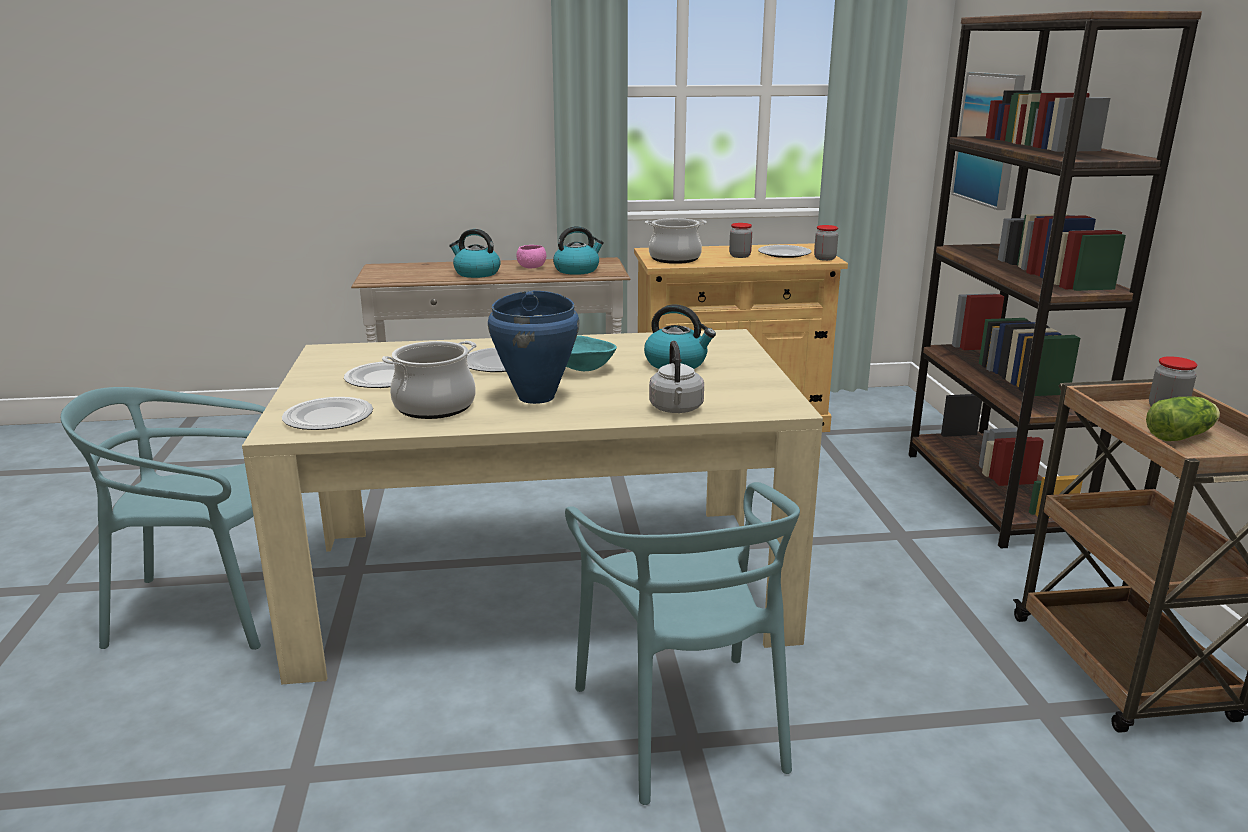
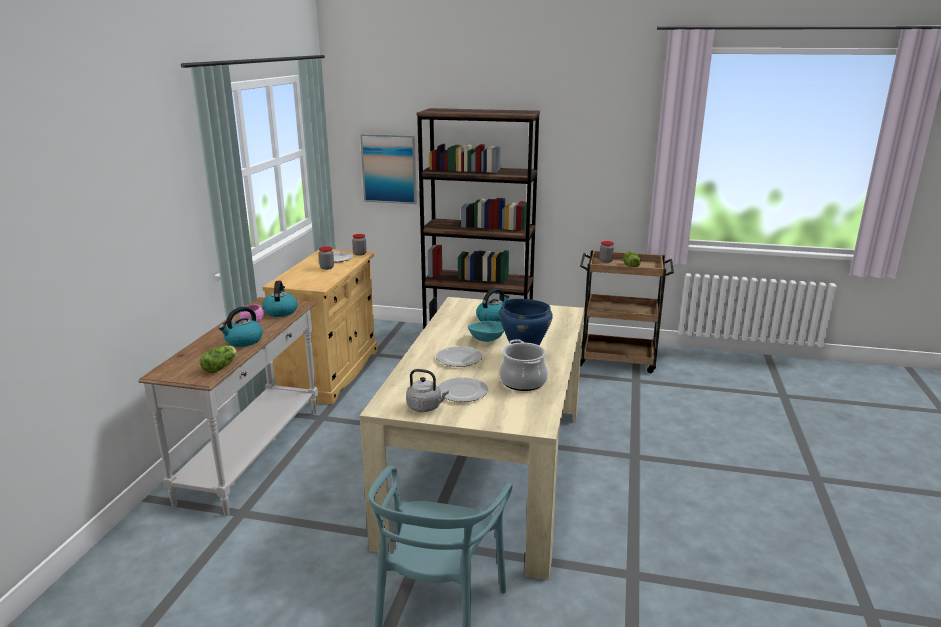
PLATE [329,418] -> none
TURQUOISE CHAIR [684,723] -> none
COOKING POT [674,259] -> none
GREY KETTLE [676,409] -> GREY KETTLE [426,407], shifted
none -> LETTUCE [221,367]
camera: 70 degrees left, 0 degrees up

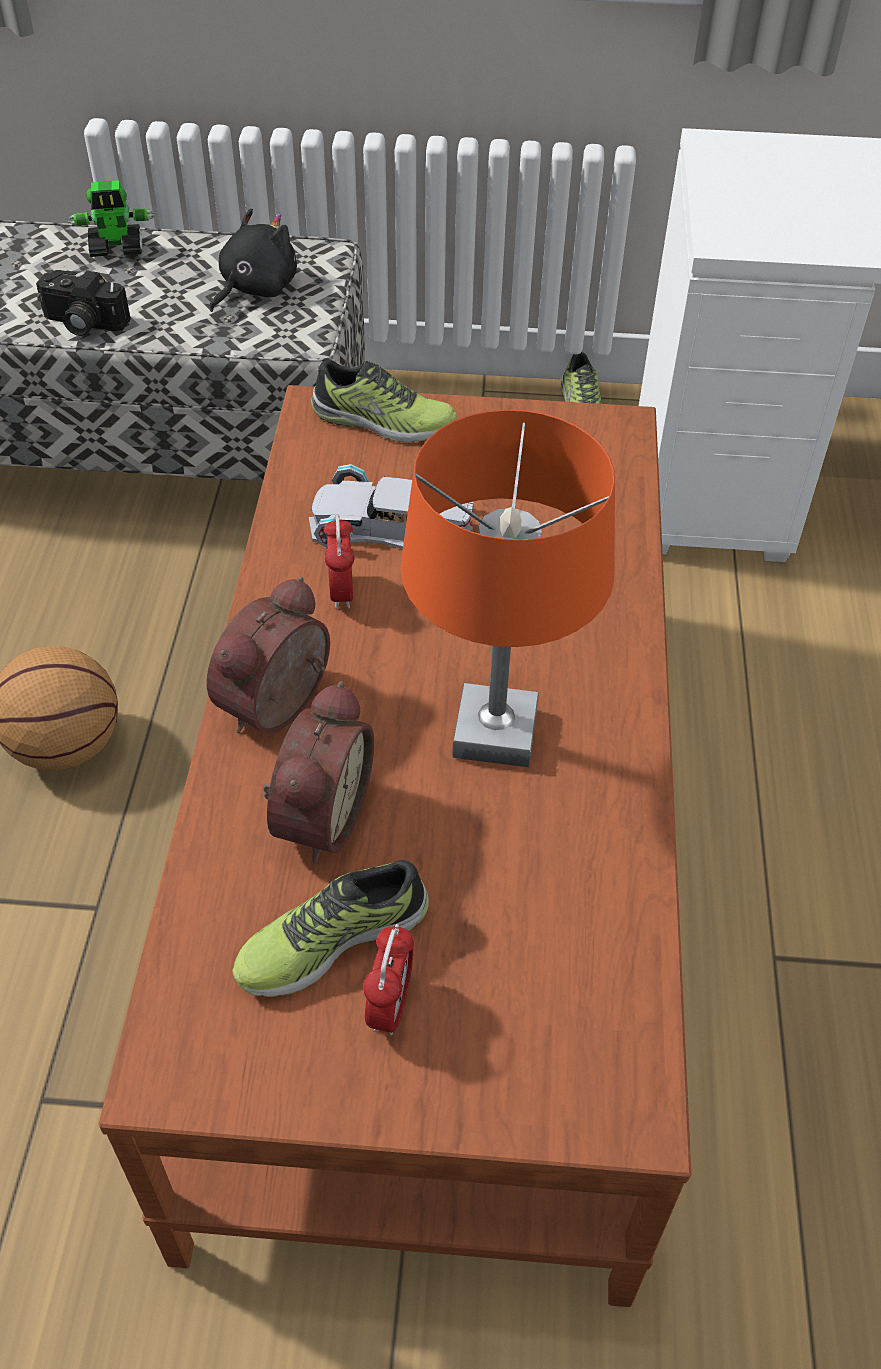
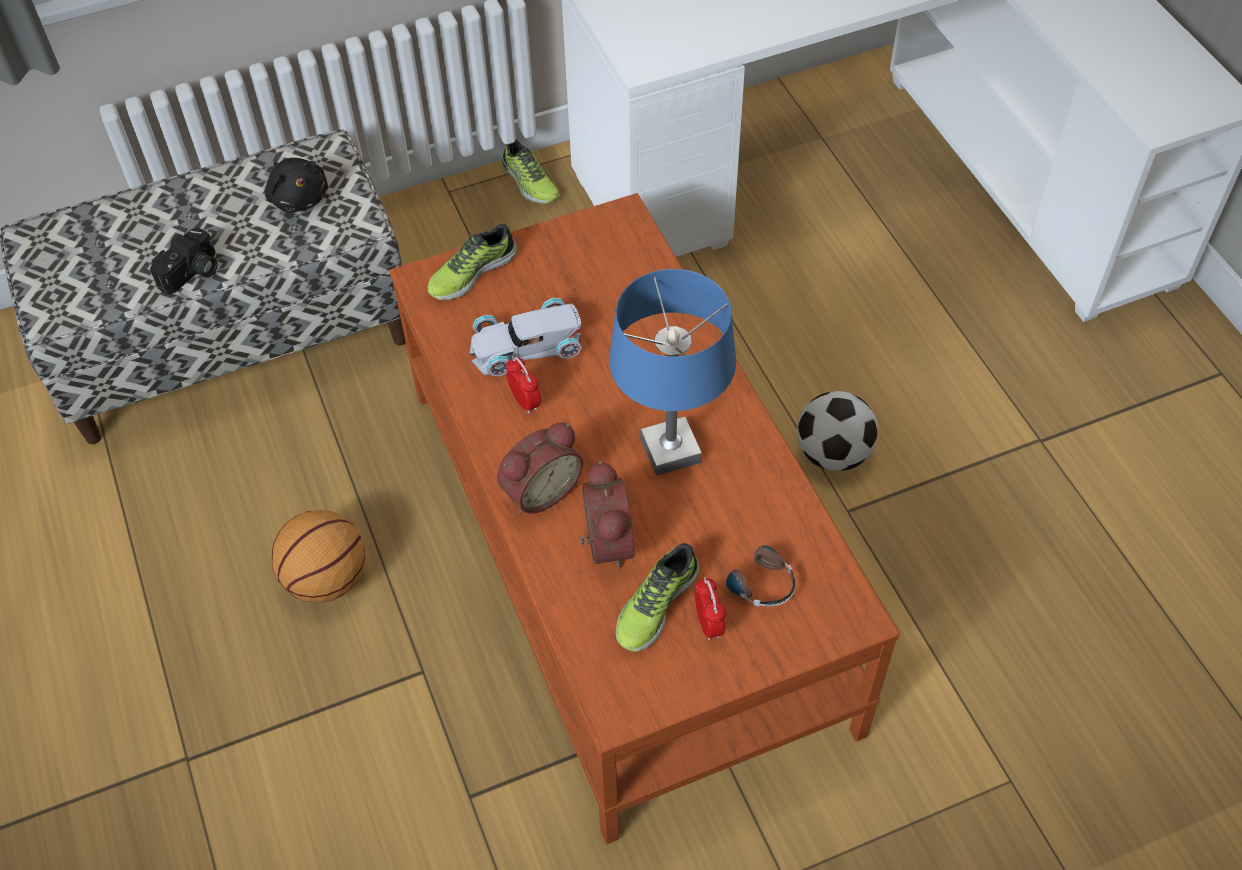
PHOTO CAMERA [82,323] -> PHOTO CAMERA [192,274], 45 degrees counterclockwise
TOY ROBOT [117,249] -> none
ALARM CLOCK [281,708] -> ALARM CLOCK [539,489], 135 degrees counterclockwise
BLACK PLUSH TOY [255,289] -> BLACK PLUSH TOY [299,197], 135 degrees clockwise
SHOE [382,421] -> SHOE [471,272], 150 degrees clockwise
ORANGE TABLE LAMP [495,734] -> BLUE TABLE LAMP [671,451]
none -> HEADPHONES [753,578]
none -> FOOTBALL [833,453]
camera: 25 degrees left, 5 degrees up

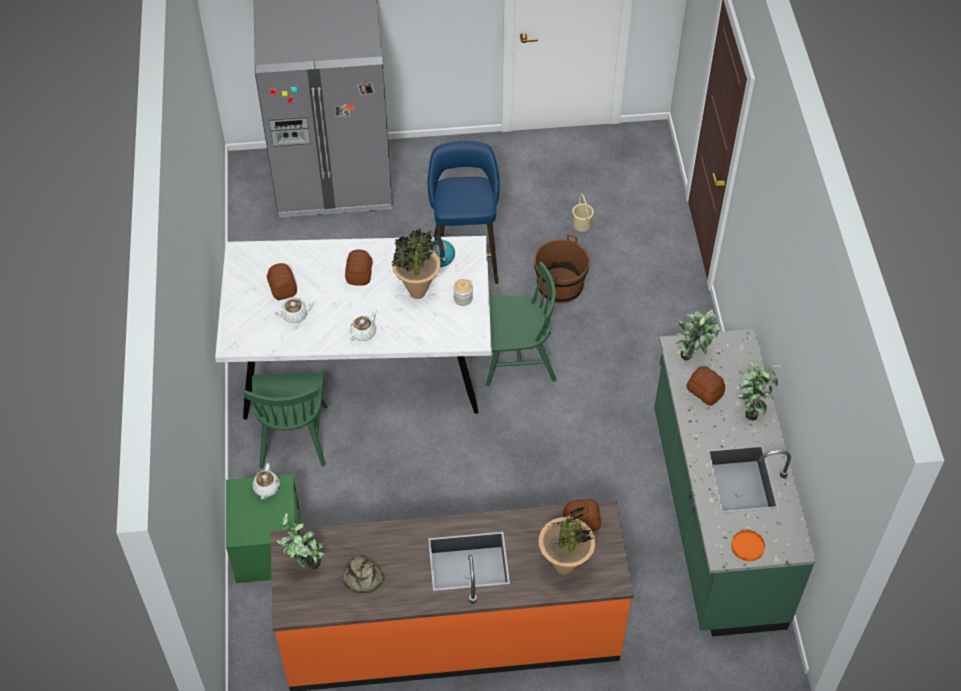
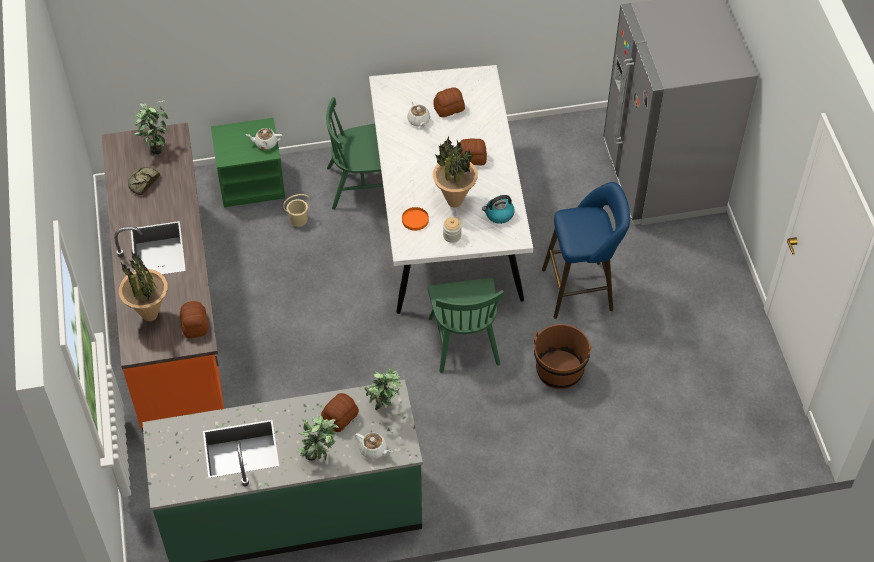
WHITE TEAPOT [364,332] -> WHITE TEAPOT [373,450], shifted
BEIGE BUCKET [582,224] -> BEIGE BUCKET [298,219], shifted
ORANGE PLATE [747,546] -> ORANGE PLATE [415,220], shifted
camera: 85 degrees right, 0 degrees up

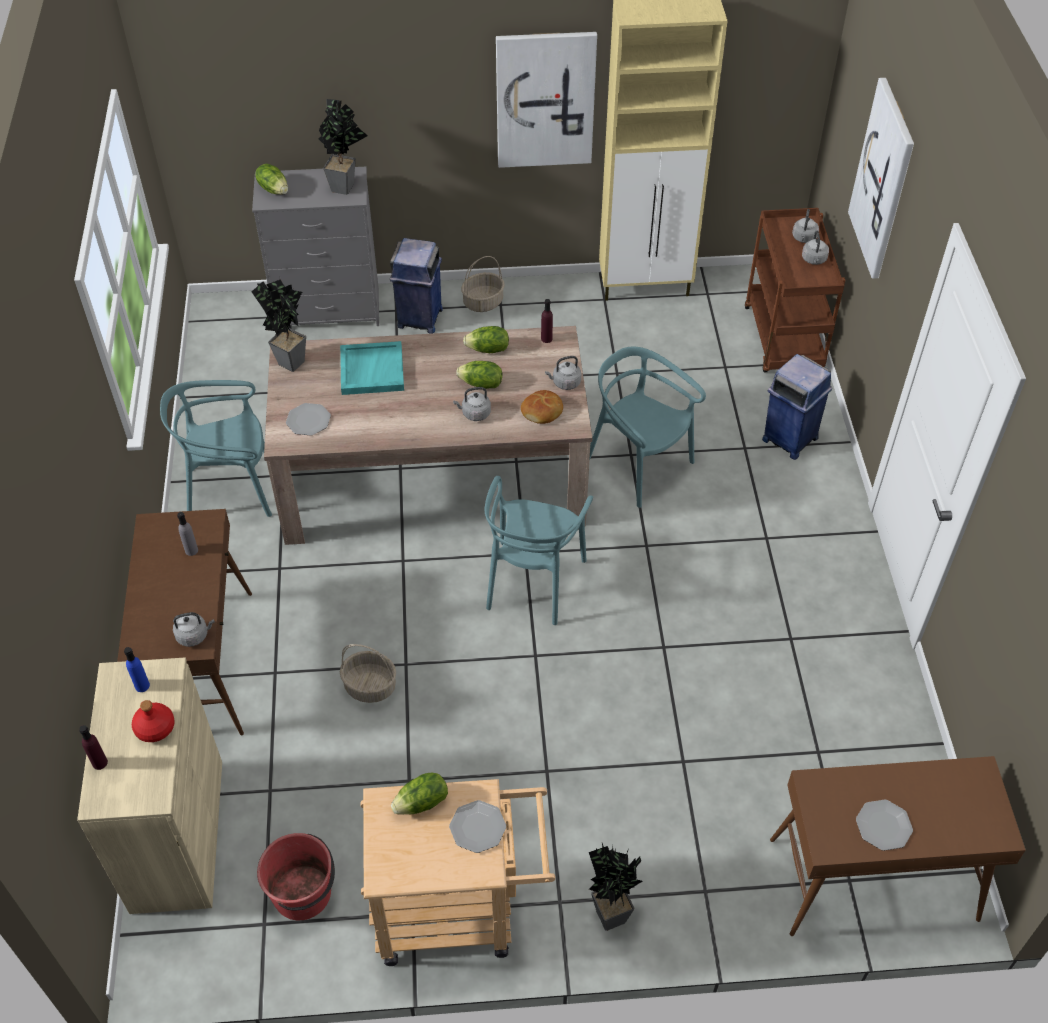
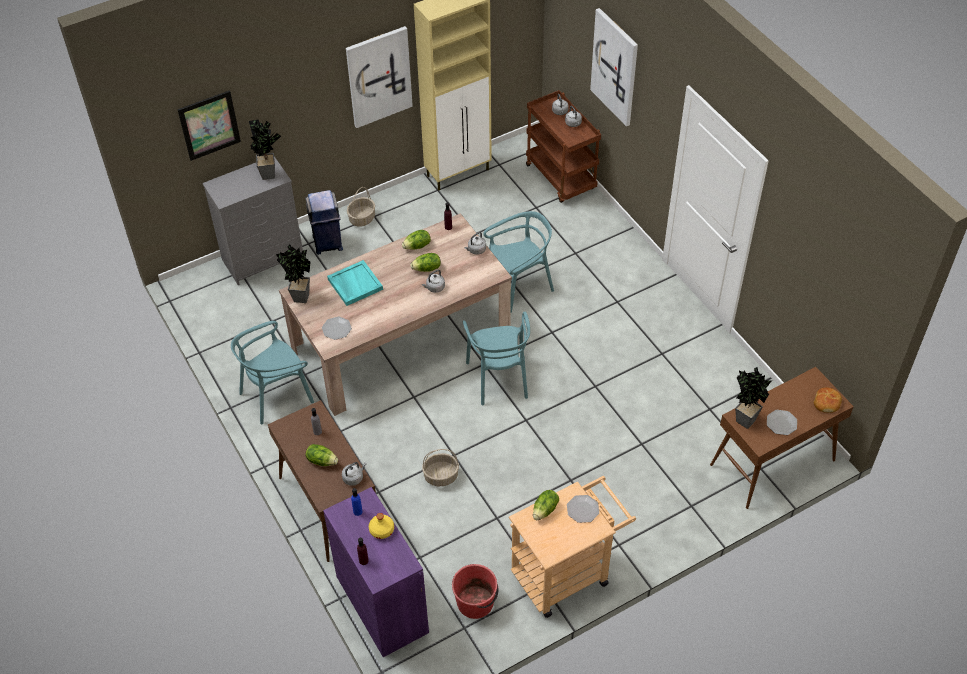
BEIGE CABINET [177,835] -> PURPLE CABINET [382,604]
RED BOTTLE [155,728] -> YELLOW BOTTLE [382,530]
LETTUCE [274,189] -> LETTUCE [322,460], shifted
BREAD [542,412] -> BREAD [827,403], shifted
TURQUOISE CHAIR [638,464] -> TURQUOISE CHAIR [519,286], 135 degrees clockwise
POTTED PLANT [611,911] -> POTTED PLANT [744,418], shifted
BLUE TRASH CAN [789,438] -> none
none -> PICTURE [209,125]
camera: 25 degrees left, 0 degrees up

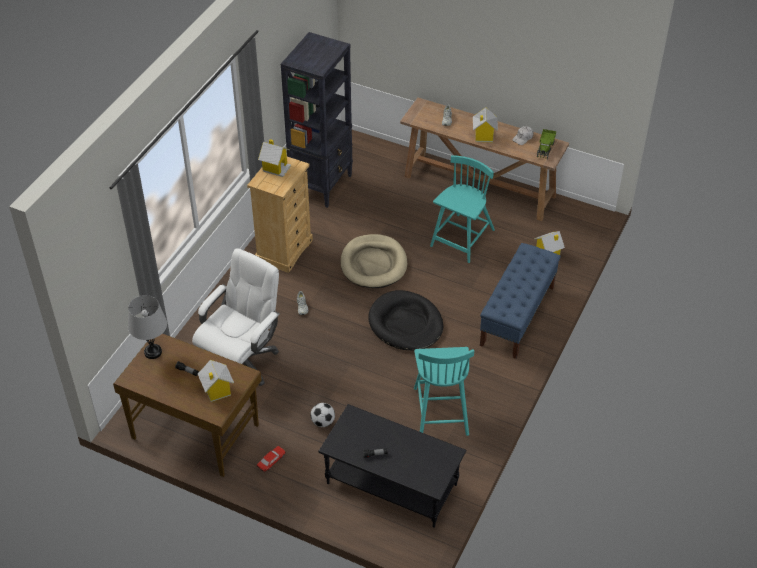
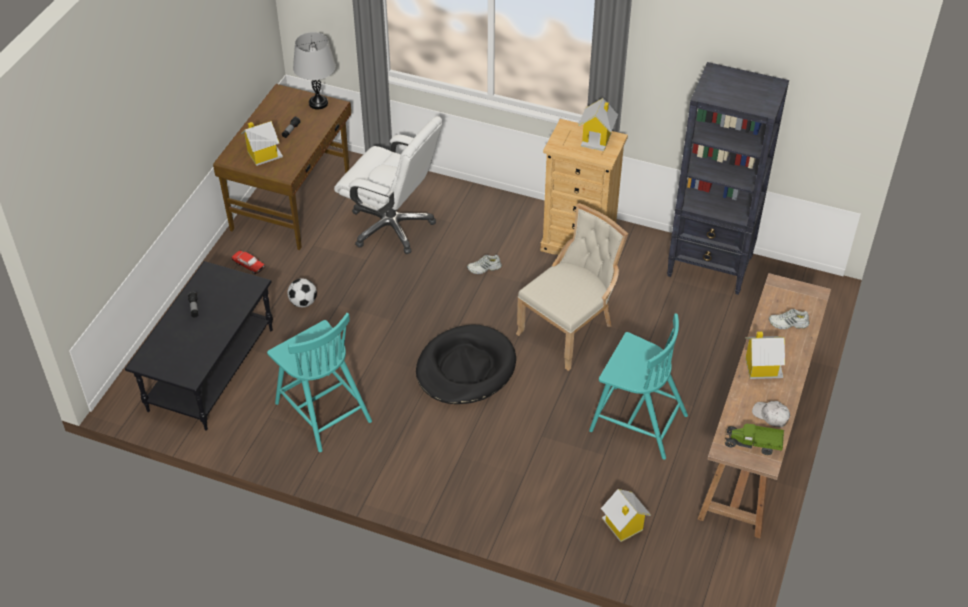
BEIGE DOG BED [373,264] -> BEIGE CHAIR [569,329]
TURQUOISE CHAIR [441,410] -> TURQUOISE CHAIR [322,411], 120 degrees counterclockwise
BLUE BENCH [517,316] -> none
camera: 85 degrees right, 0 degrees up

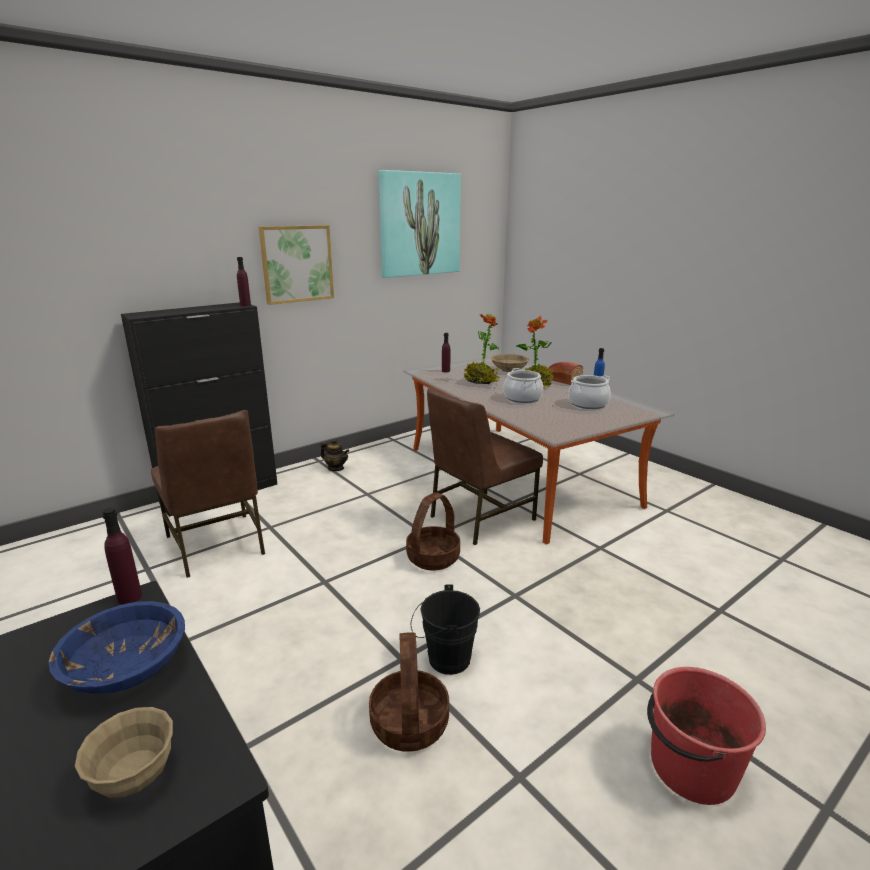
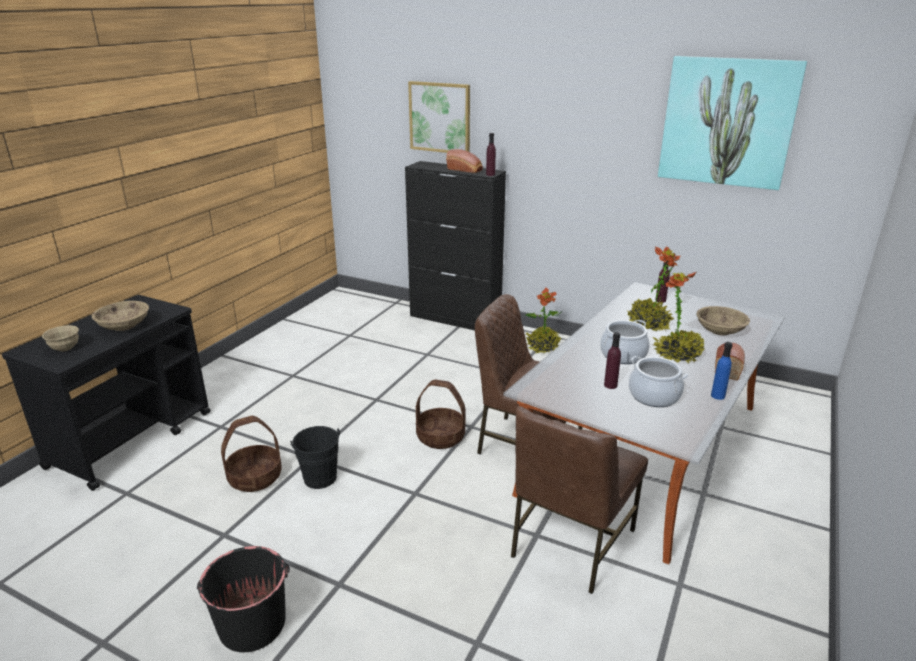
BLUE BOWL [127,669] -> BEIGE BOWL [124,326]
PURPLE BOTTLE [129,597] -> PURPLE BOTTLE [610,385], shifted
BROWN CHAIR [216,545] -> BROWN CHAIR [570,543], shifted
PICTURE [297,264] -> PICTURE [440,117], shifted
TEAPOT [336,468] -> POTTED PLANT [542,347]
RED BUCKET [690,767] -> BLACK BUCKET [252,624]
none -> BREAD [465,170]
camera: 65 degrees right, 5 degrees up

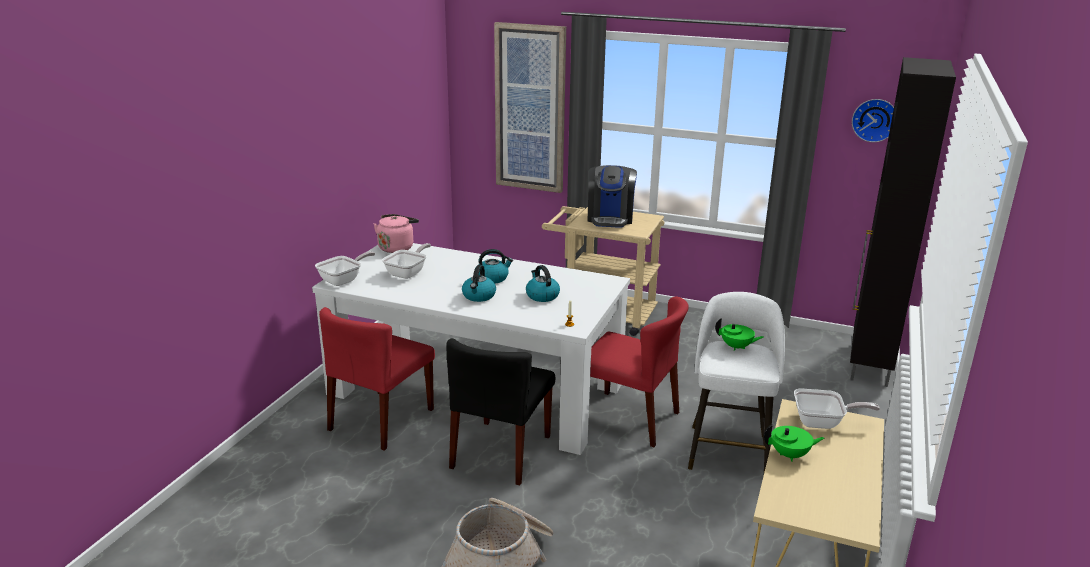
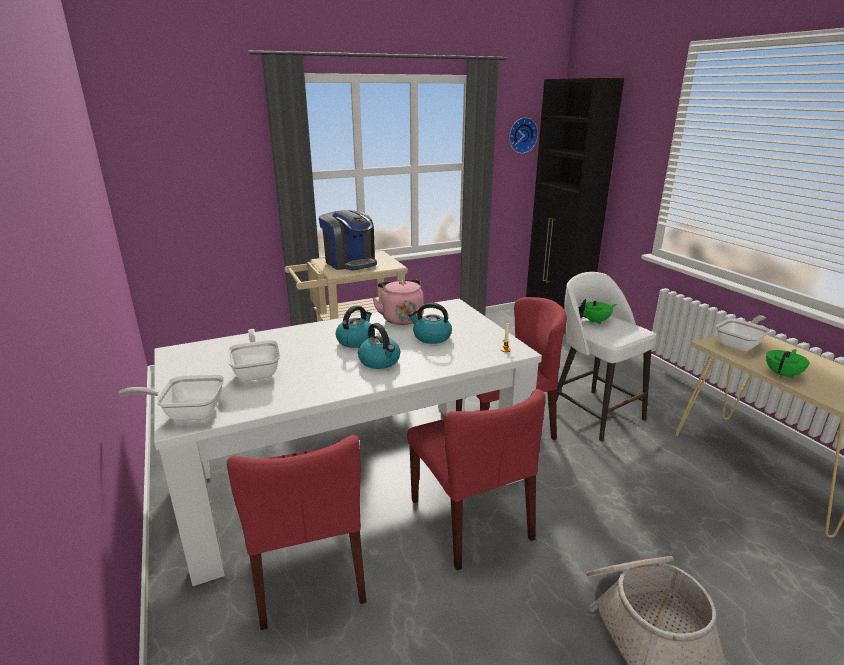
FRYING PAN [344,280] -> FRYING PAN [188,413], 90 degrees counterclockwise
PINK KETTLE [397,247] -> PINK KETTLE [401,318], shifted
BLACK CHAIR [501,452] -> RED CHAIR [471,519]
PICTURE [530,108] -> none
camera: 45 degrees left, 0 degrees up

